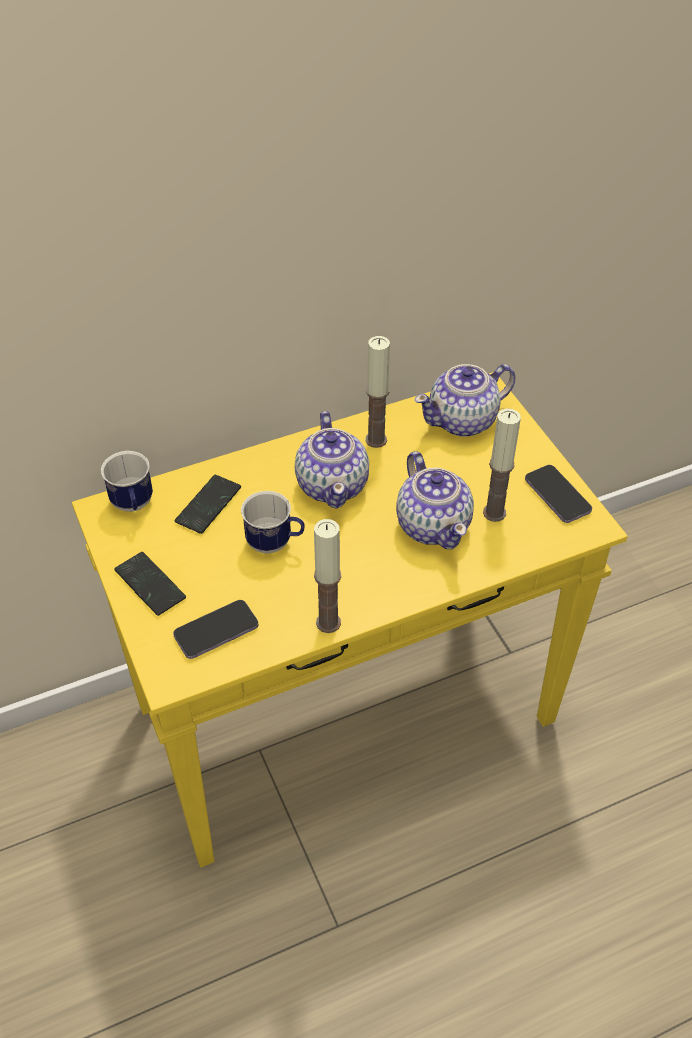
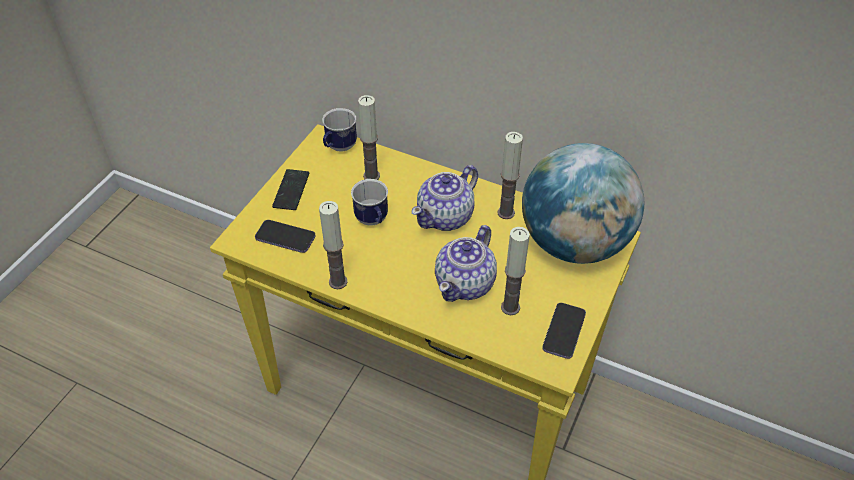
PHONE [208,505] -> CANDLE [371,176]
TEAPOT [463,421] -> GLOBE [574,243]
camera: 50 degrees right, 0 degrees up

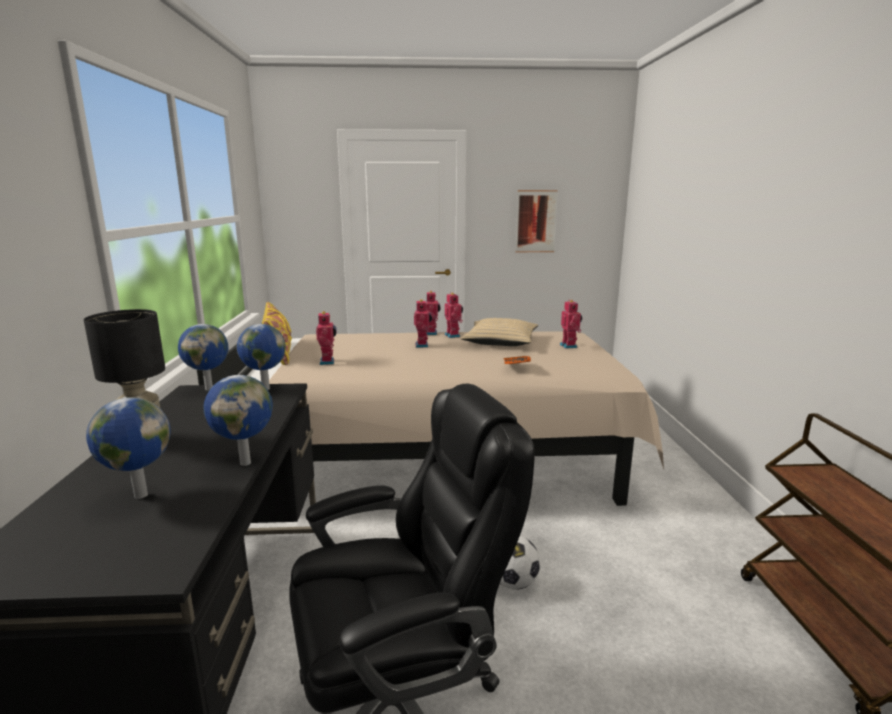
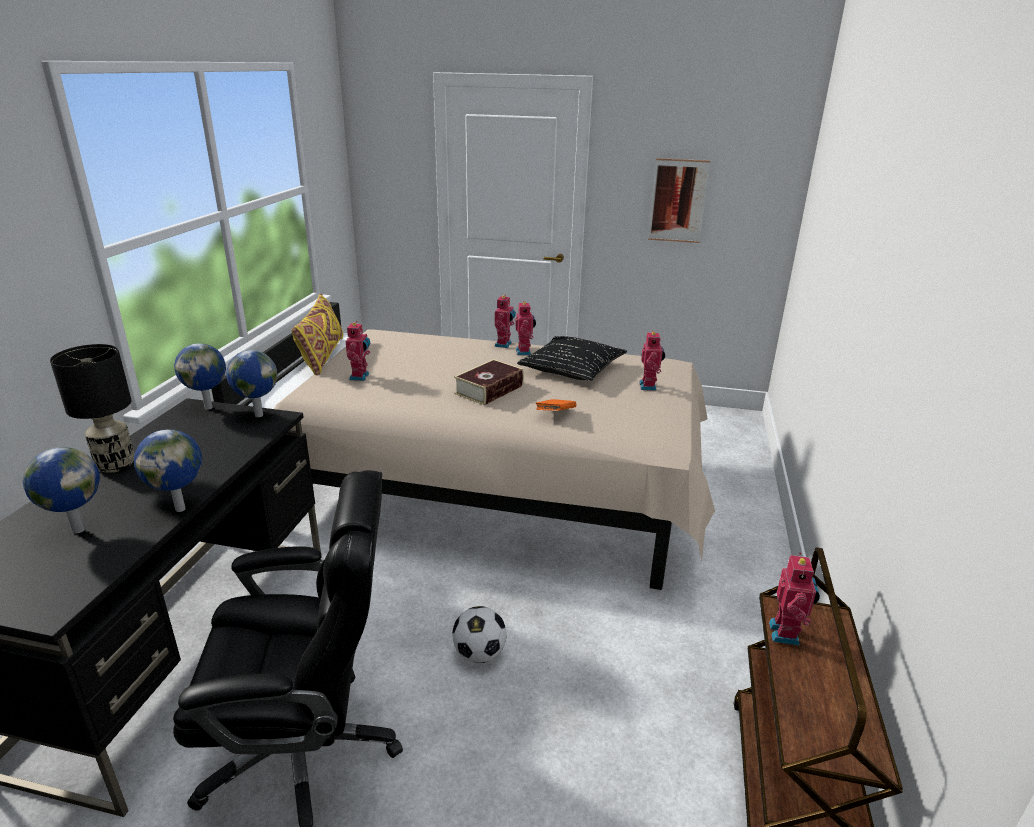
TOY ROBOT [423,345] -> TOY ROBOT [786,633], shifted
BEIGE PILLOW [500,341] -> BLACK PILLOW [571,368]
none -> BOOK [489,390]
camera: 15 degrees right, 10 degrees up

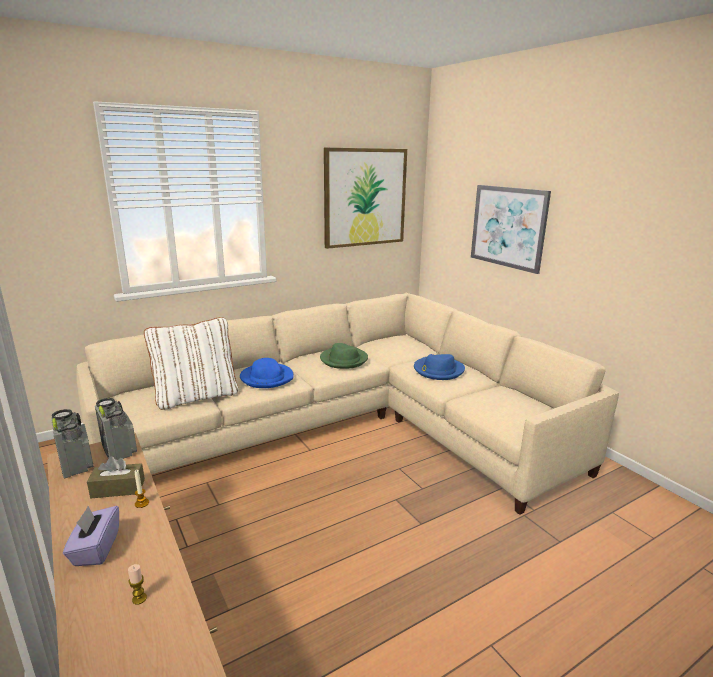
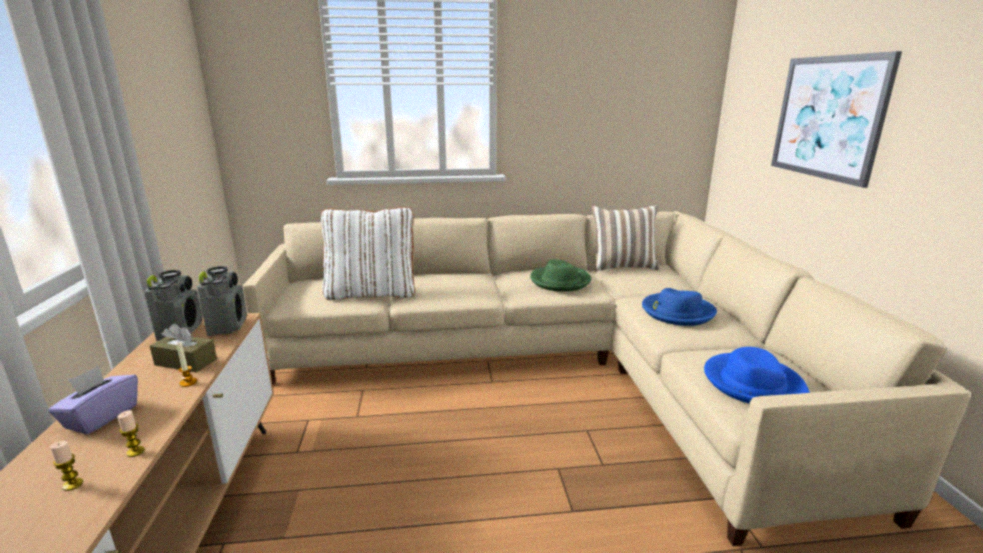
BLUE HAT [267,378] -> BLUE HAT [752,383], shifted
PICTURE [365,197] -> none
none -> CANDLE [135,451]
none -> PILLOW [622,267]
camera: 25 degrees right, 0 degrees up

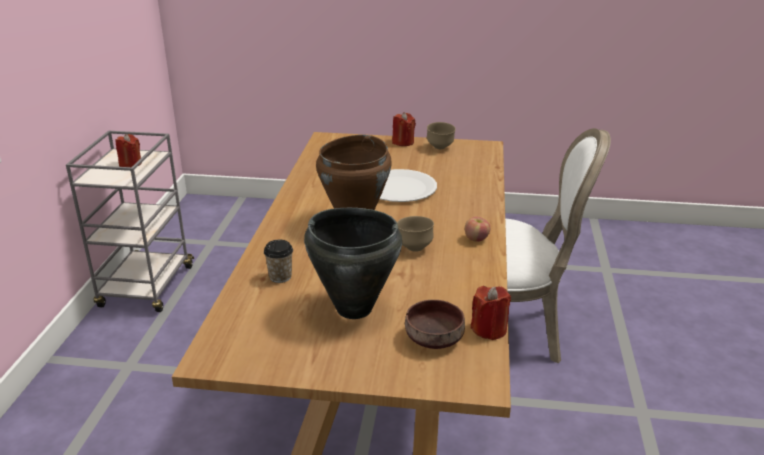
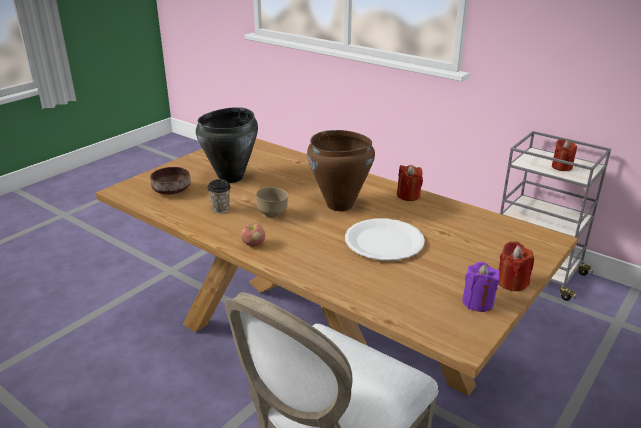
CUP [280,277] -> CUP [220,209], shifted
BROWN BOWL [440,148] -> PURPLE CANDLE [478,302]
RED CANDLE [489,329] -> RED CANDLE [408,195], shifted
camera: 120 degrees right, 0 degrees up

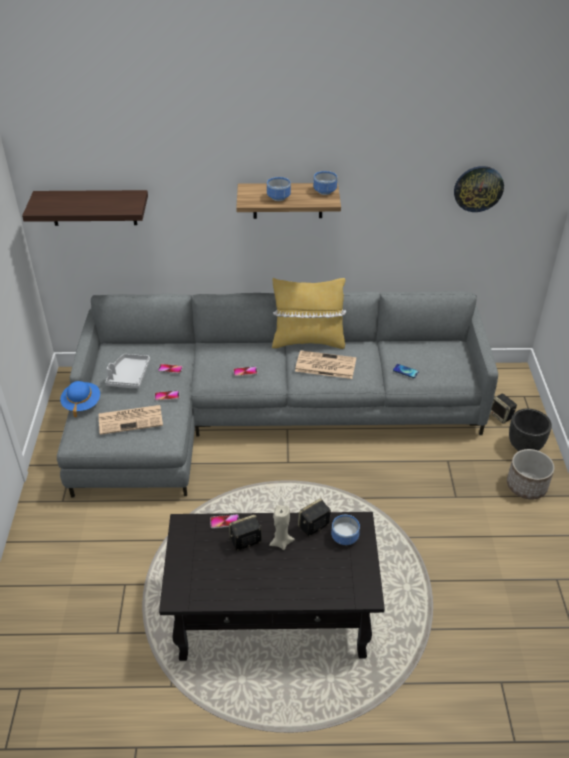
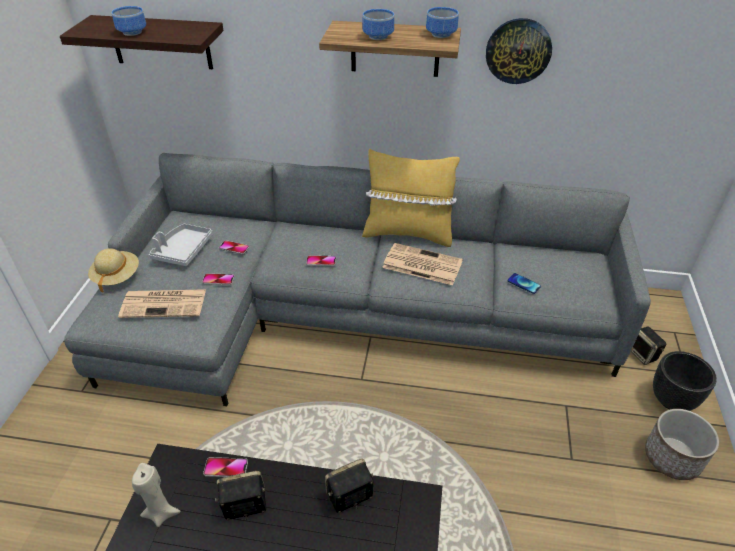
BLUE HAT [81,403] -> BEIGE HAT [117,276]
BEIGE CANDLE [281,542] -> BEIGE CANDLE [161,513], shifted
BOWL [343,537] -> BOWL [131,32], shifted
WALL CLOCK [478,188] -> WALL CLOCK [518,51], shifted
camera: 10 degrees right, 0 degrees up

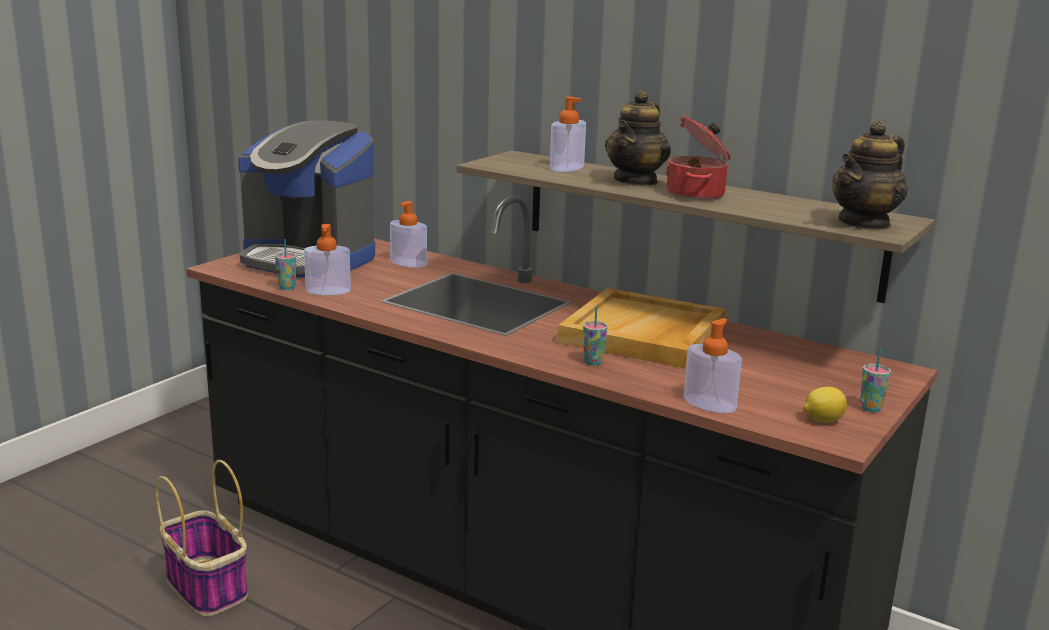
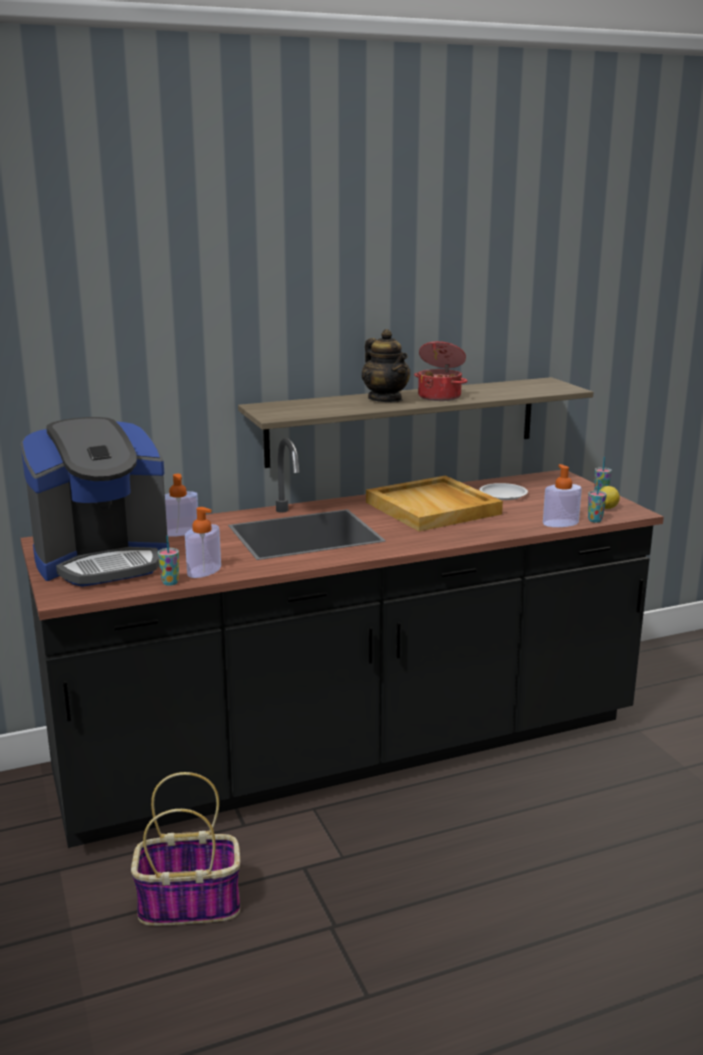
SOAP DISPENSER [566,168] -> none
CUP [593,362] -> CUP [595,520], shifted
TEAPOT [865,223] -> none
none -> WHITE PLATE [503,495]
camera: 55 degrees left, 0 degrees up

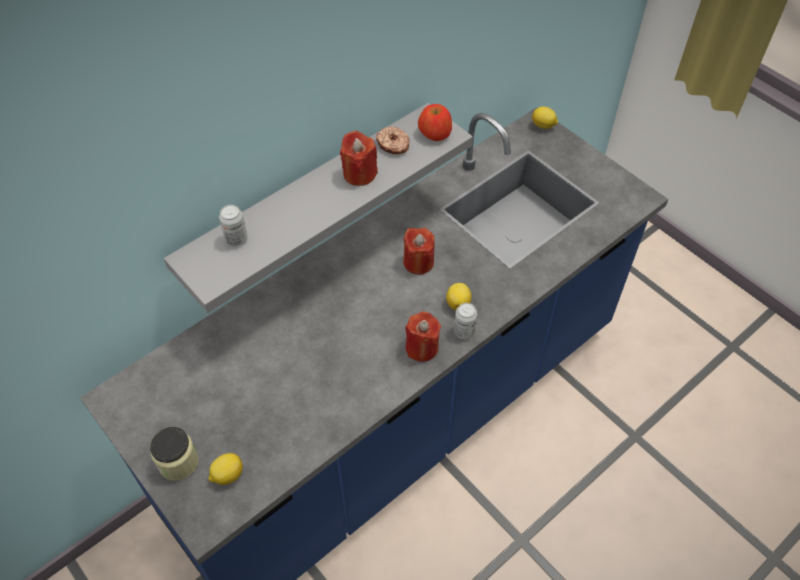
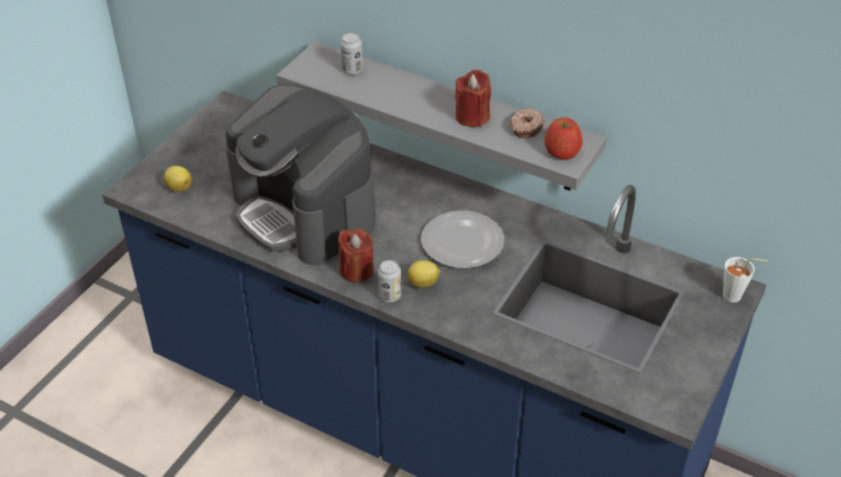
JAR [178,462] -> none
RED CANDLE [418,262] -> PLATE [461,242]
LEMON [543,126] -> WHITE CUP [736,297]
none -> COFFEE MACHINE [305,211]
camera: 70 degrees right, 10 degrees down

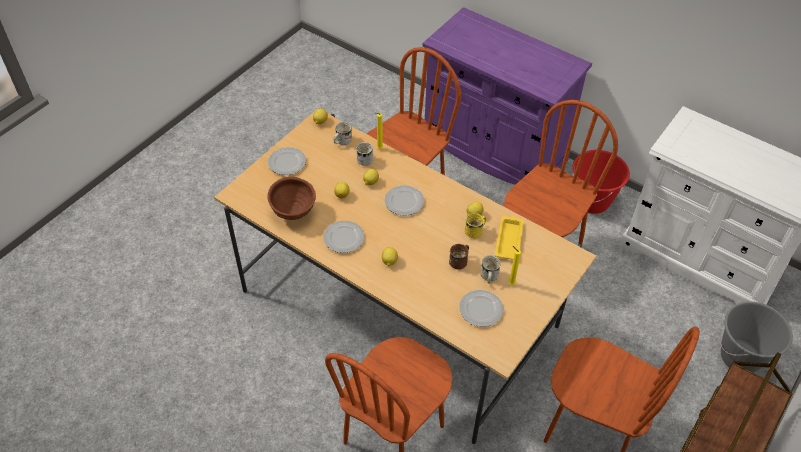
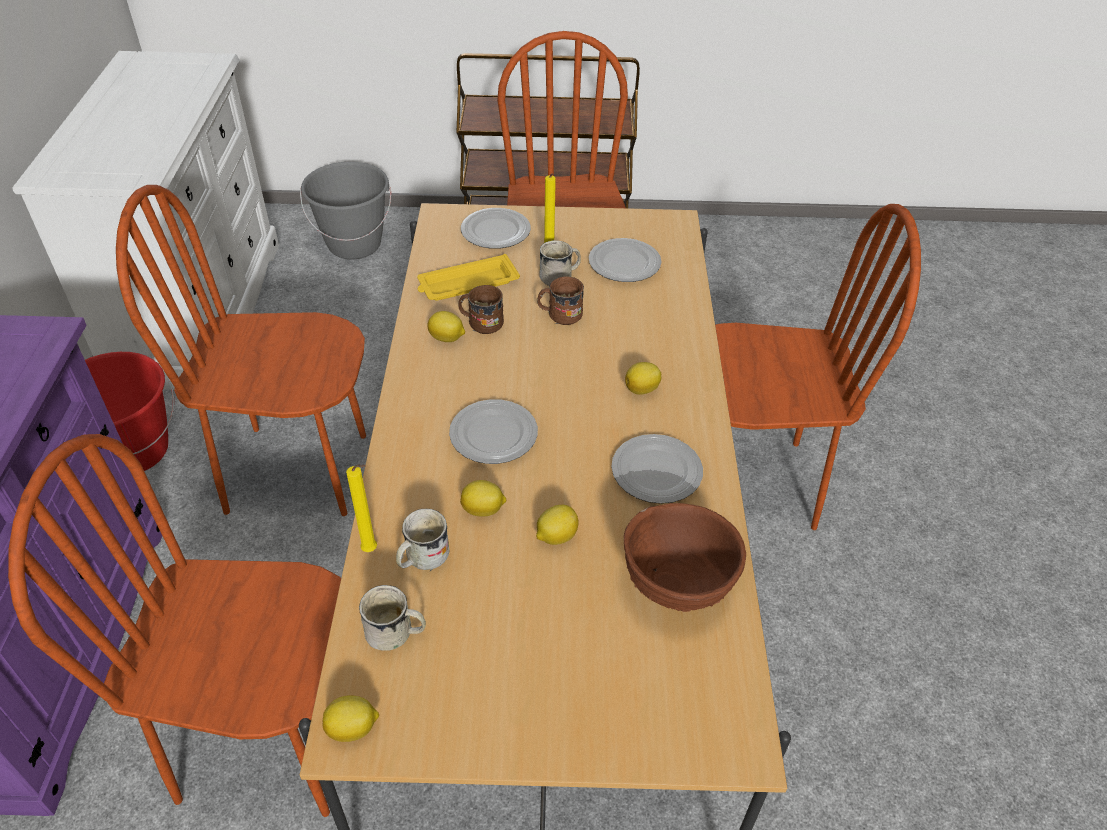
PLATE [287,162] -> PLATE [495,232], shifted
YELLOW MUG [476,231] -> BROWN MUG [481,323]
camera: 125 degrees left, 5 degrees down

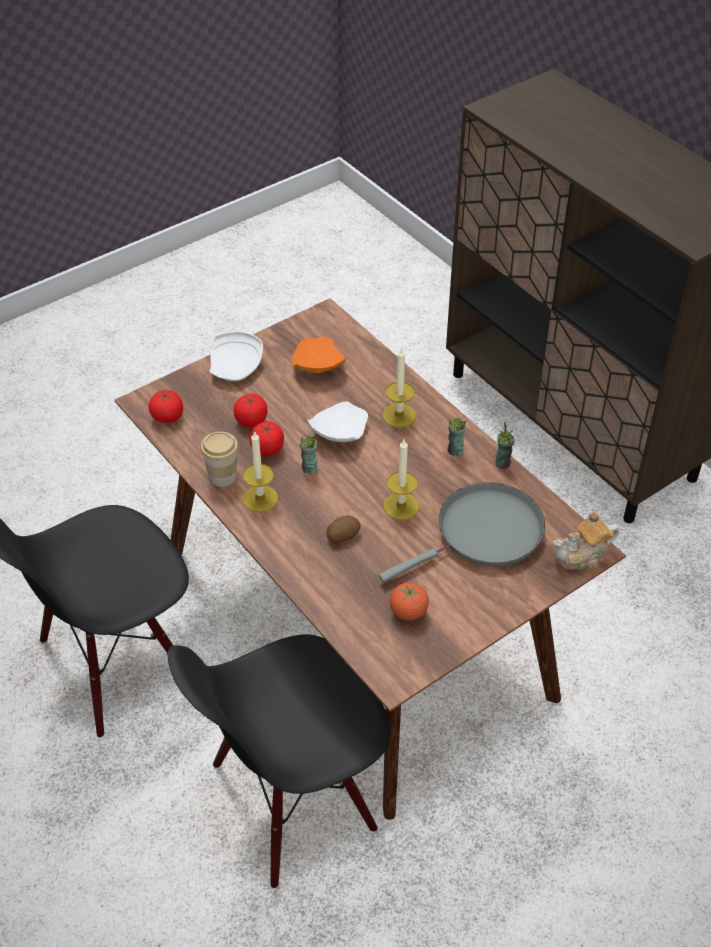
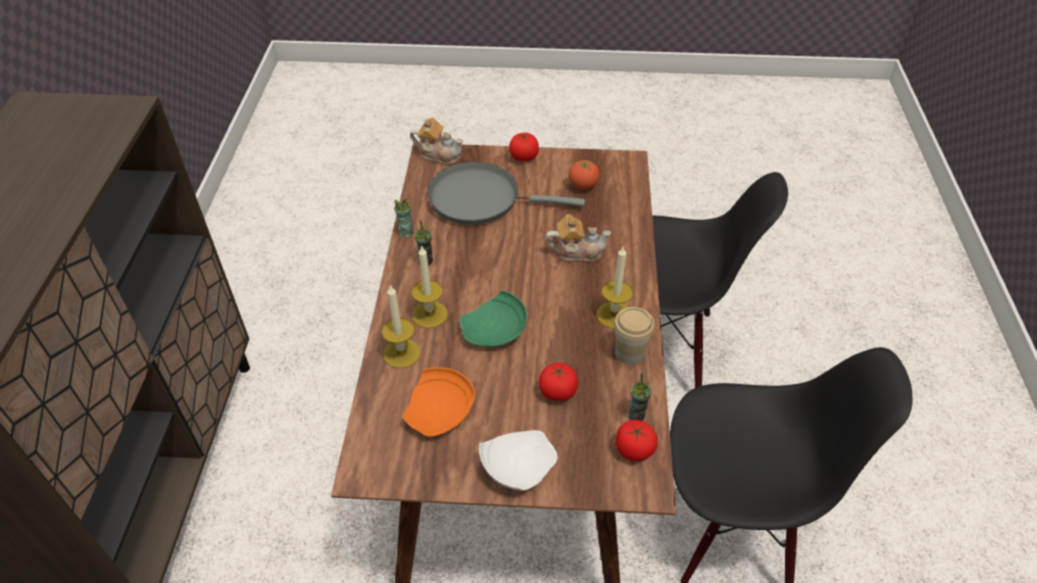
TOMATO [267,449] -> TOMATO [523,157], shifted
CUP [309,468] -> CUP [636,414], shifted
WHITE PLATE [338,432] -> GREEN PLATE [495,331]
POTATO [343,535] -> TEAPOT [577,252]
CANDLE [401,506] -> CANDLE [401,353], shifted
camera: 140 degrees left, 0 degrees up

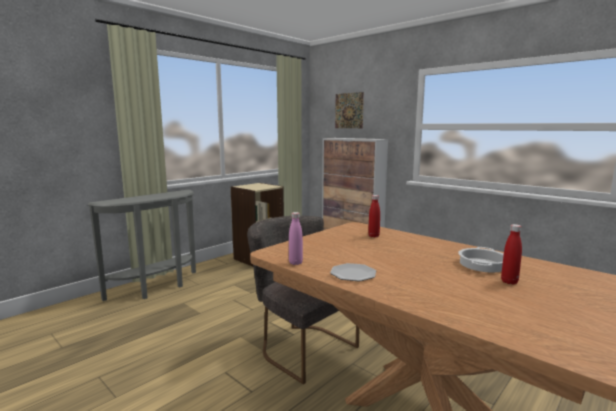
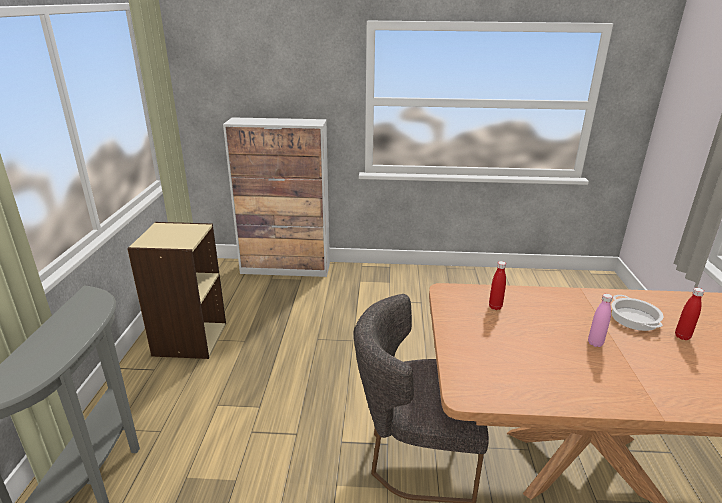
PINK BOTTLE [295,263] -> PINK BOTTLE [595,343], shifted
PLATE [353,274] -> none
PICTURE [349,110] -> none
camera: 40 degrees left, 15 degrees up

